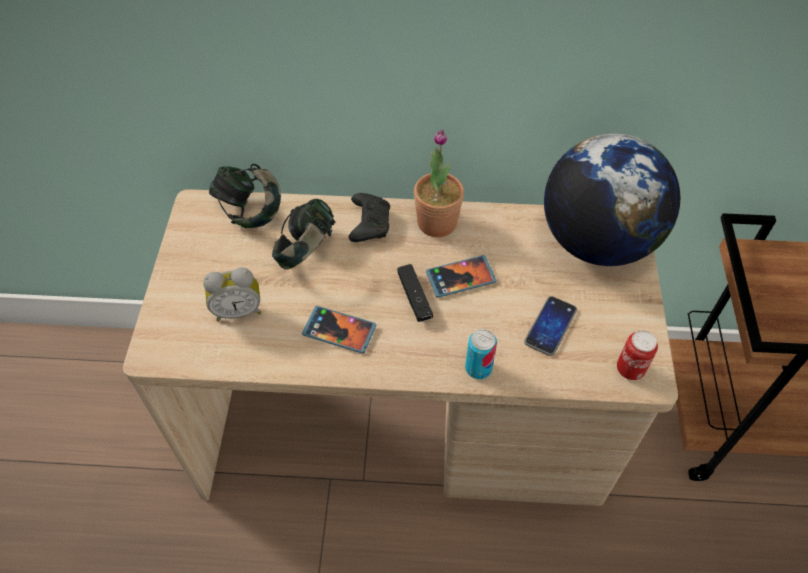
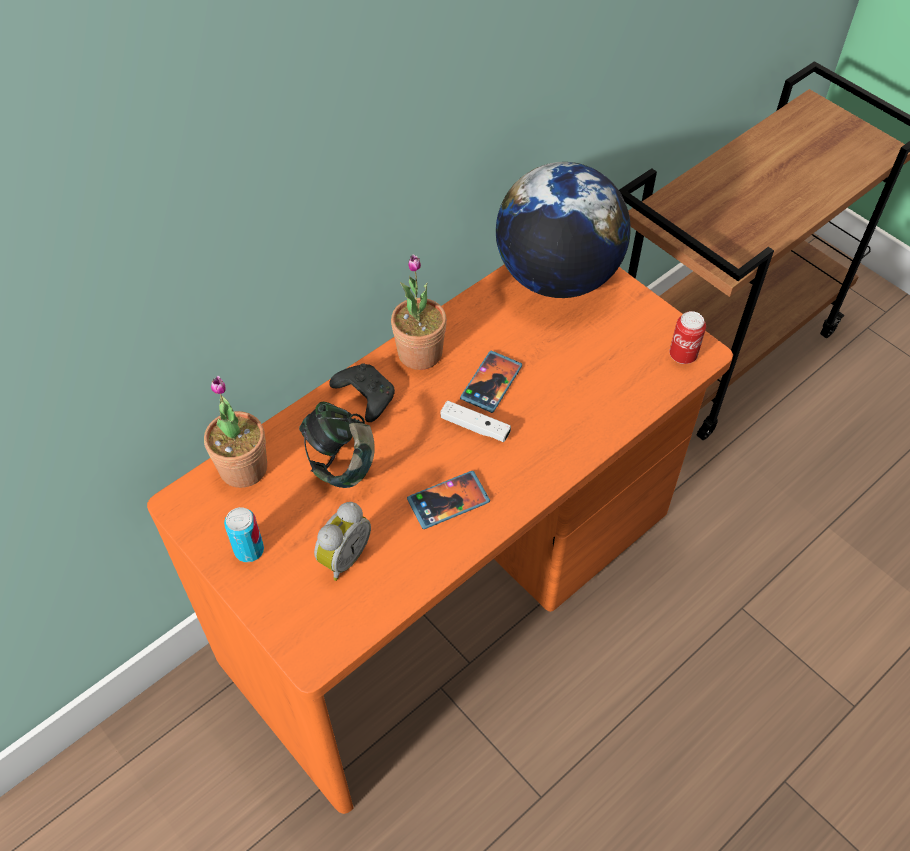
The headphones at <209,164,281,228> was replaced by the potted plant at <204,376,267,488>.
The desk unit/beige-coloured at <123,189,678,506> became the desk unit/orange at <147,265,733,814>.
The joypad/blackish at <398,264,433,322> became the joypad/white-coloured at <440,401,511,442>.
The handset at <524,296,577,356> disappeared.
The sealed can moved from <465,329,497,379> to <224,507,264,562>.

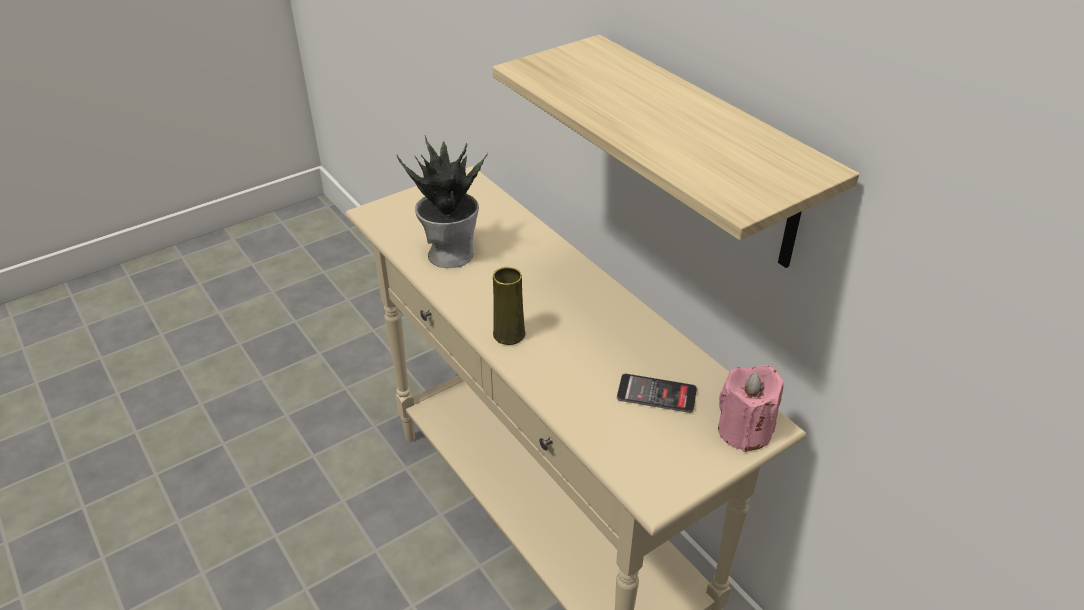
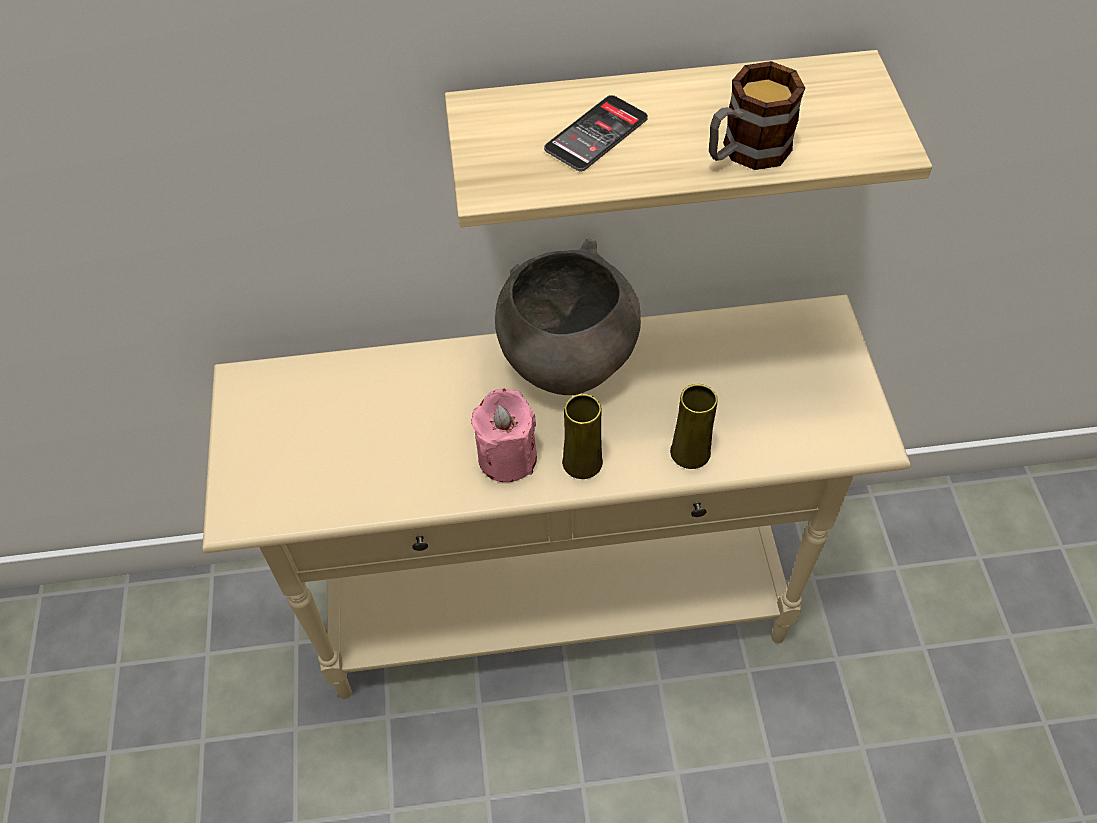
The potted plant at <396,136,488,268> disappeared.
The wax candle/pink-coloured moved from <718,365,783,452> to <471,388,537,482>.
The handset moved from <617,373,697,413> to <544,95,648,172>.
The mug at <709,61,805,170> appeared.
The serving bowl/grey at <495,237,641,395> appeared.
The flower vase/yellow at <670,384,717,469> appeared.

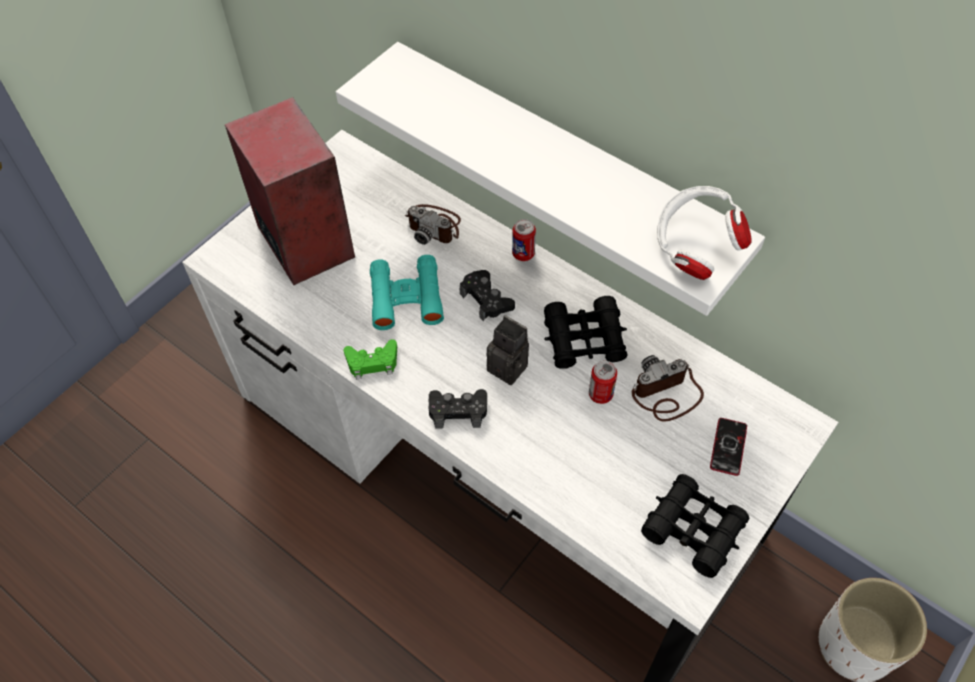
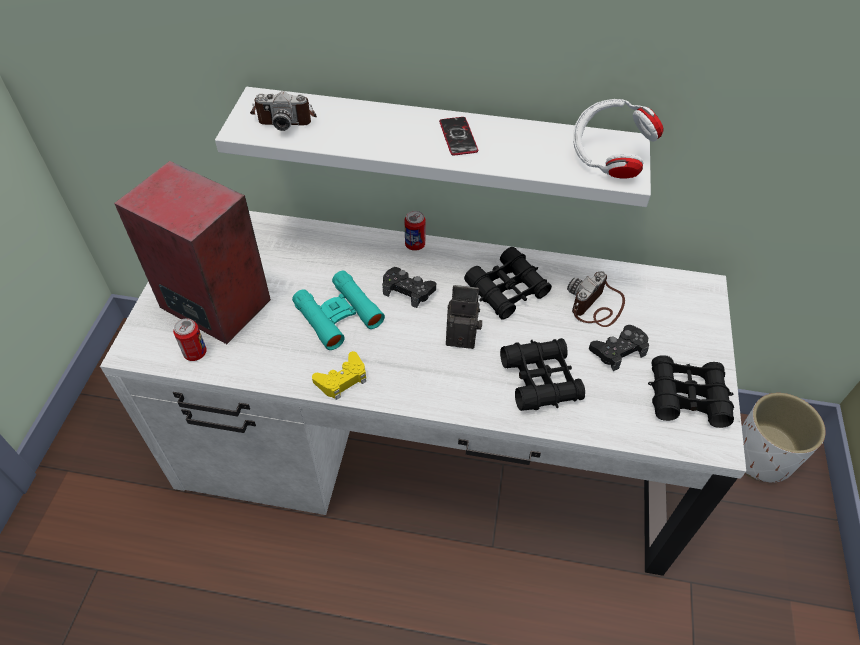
The still camera moved from <405,204,461,245> to <250,91,317,131>.
The joypad/greenish at <344,339,397,379> became the joypad/yellow at <312,351,366,400>.
The sealed can moved from <589,361,617,404> to <173,318,207,361>.
The joypad/blackish moved from <428,389,487,429> to <589,325,649,371>.
The handset moved from <710,418,747,476> to <439,117,478,156>.
The field glasses/blackish at <500,338,585,411> appeared.

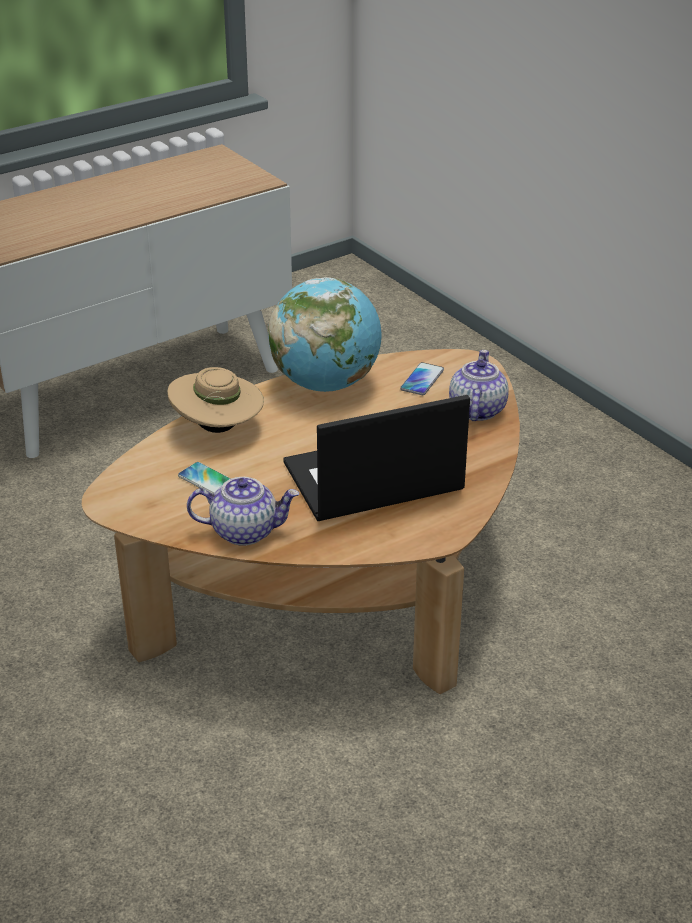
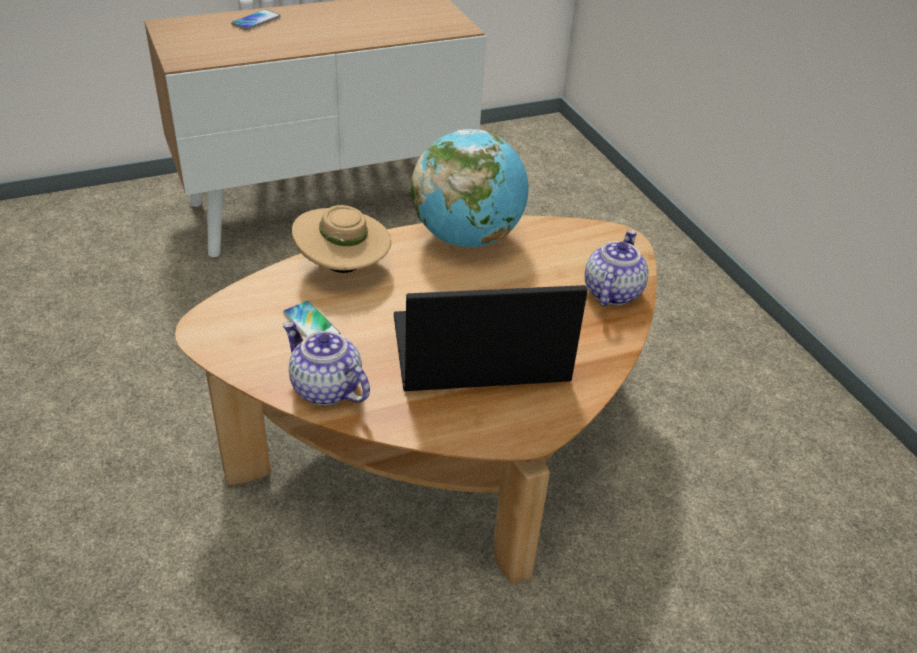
The handset moved from <400,362,444,395> to <231,9,280,30>.
The teapot at <187,477,299,546> turned 150 degrees counterclockwise.

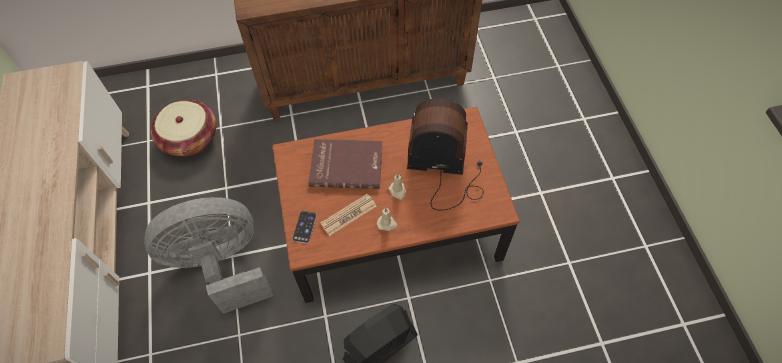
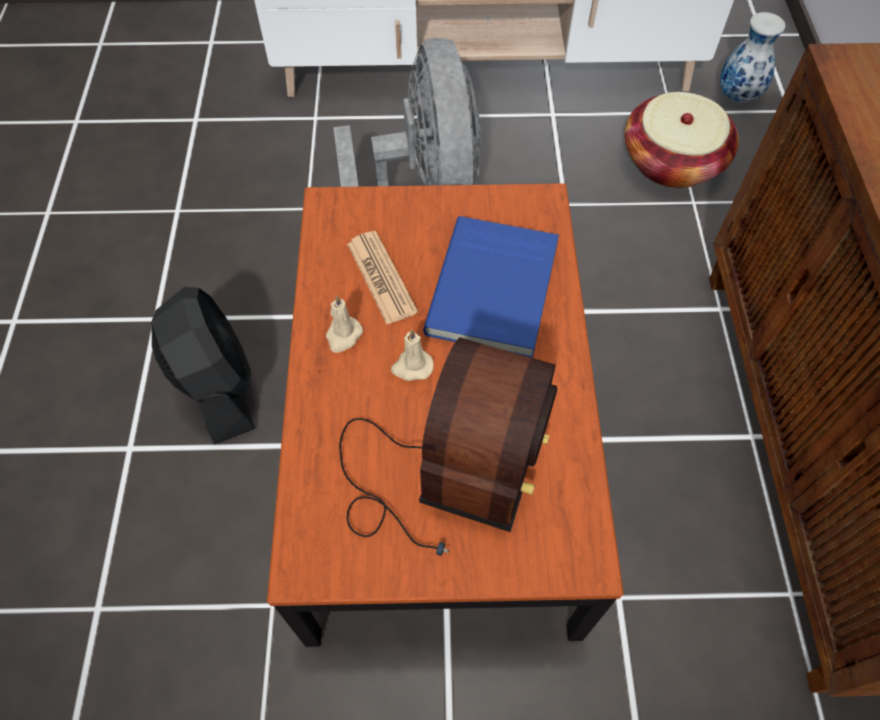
The bound book/reddish at <309,139,382,189> became the bound book/blue at <423,216,559,358>.
The handset at <293,211,317,244> disappeared.
The flower vase at <720,12,785,103> appeared.

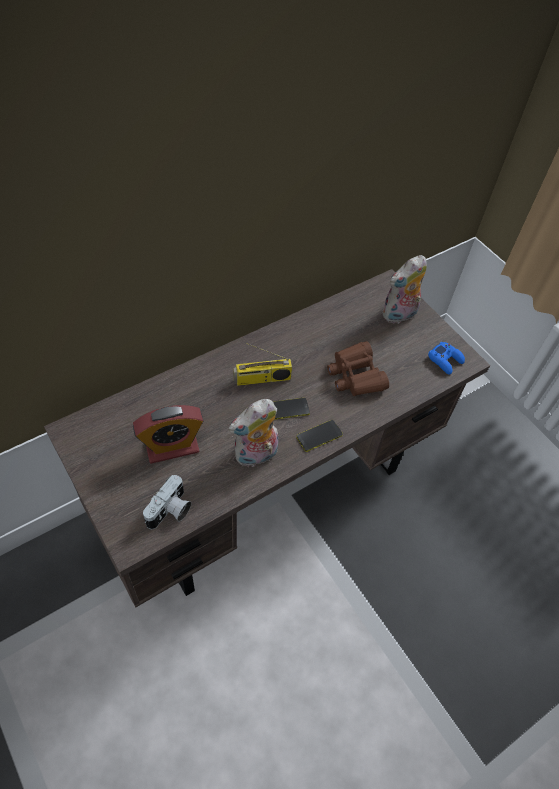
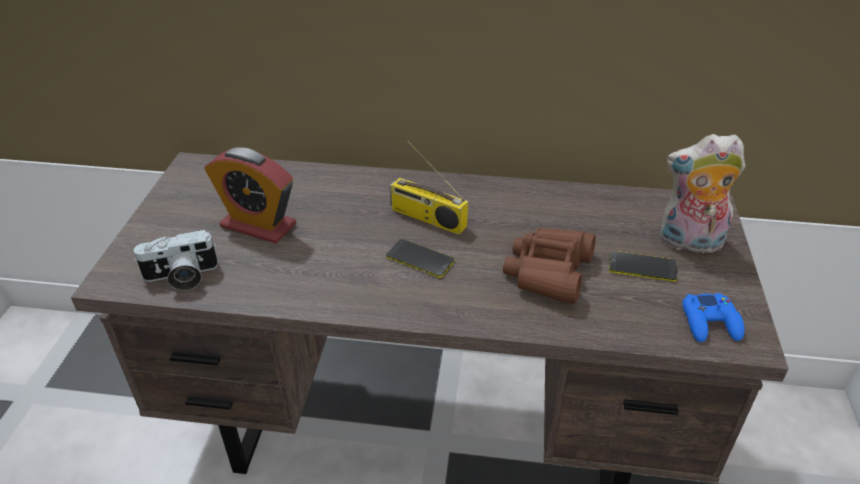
The cuddly toy at <228,399,278,468> disappeared.
The handset moved from <296,420,343,452> to <609,251,677,282>.

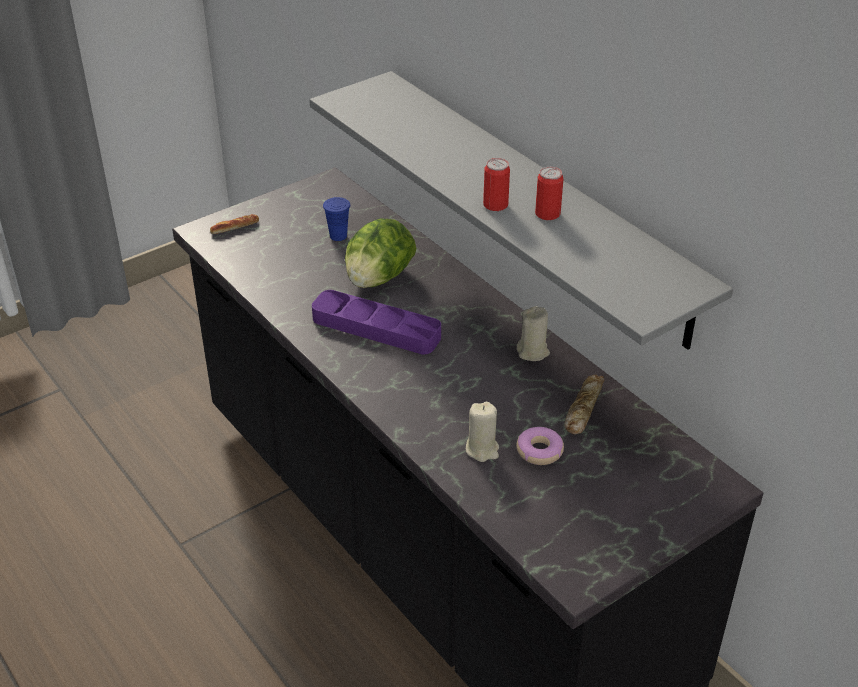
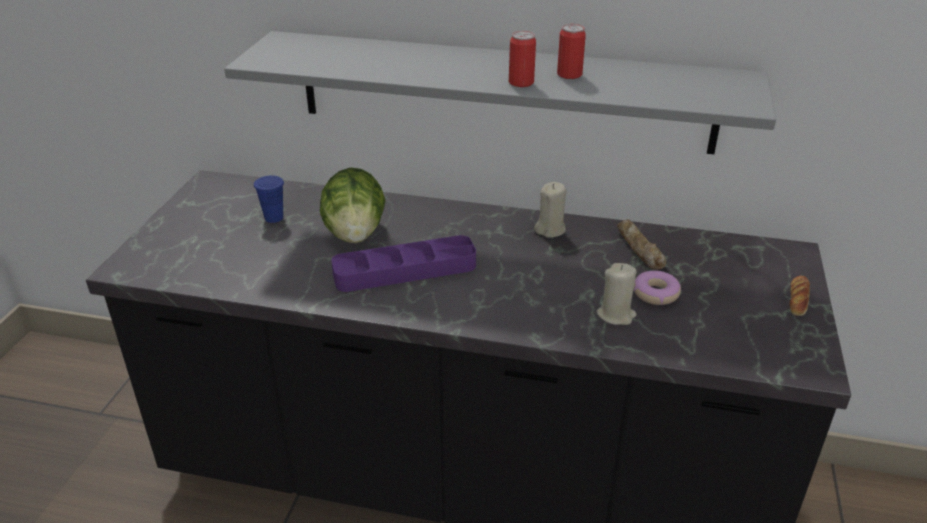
The baked bread moved from <210,214,259,234> to <790,276,810,316>.

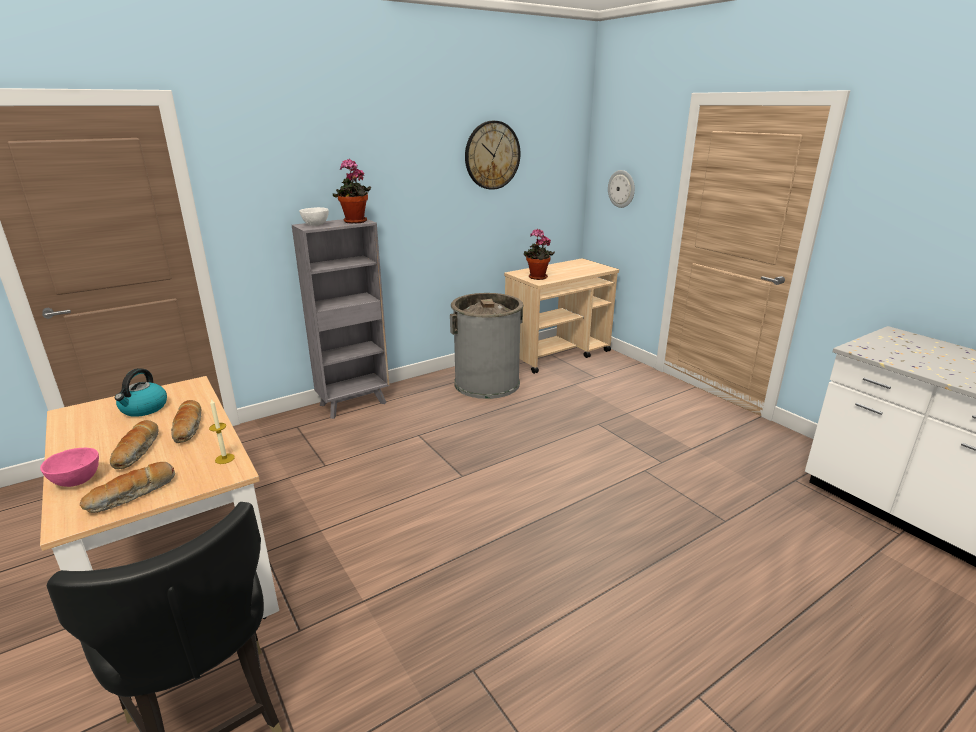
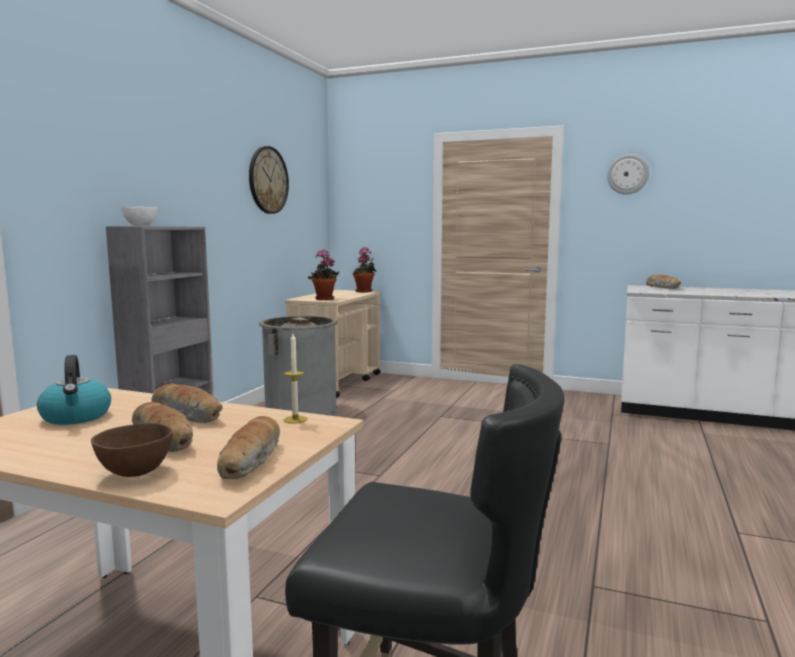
The potted plant moved from <333,159,371,224> to <353,247,376,292>.
The hanging clock moved from <608,170,635,208> to <607,154,649,195>.
The serving bowl/pink-coloured at <40,448,99,487> became the serving bowl/brown at <91,423,173,477>.
The baked bread at <646,275,681,289> appeared.

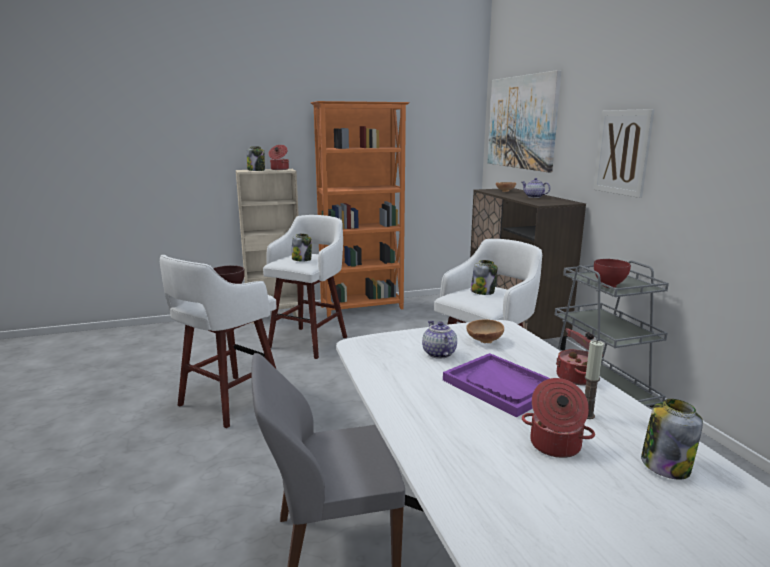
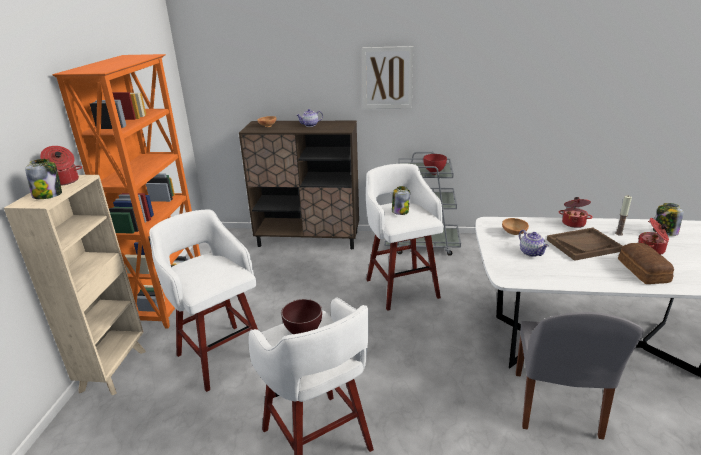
The wall picture at <487,70,561,172> disappeared.
The preserve jar at <292,234,312,261> disappeared.
The teapot at <422,320,457,359> turned 120 degrees counterclockwise.
The serving tray/purplish at <443,353,551,417> became the serving tray/brown at <547,228,622,261>.
The baked bread at <618,243,674,284> appeared.

